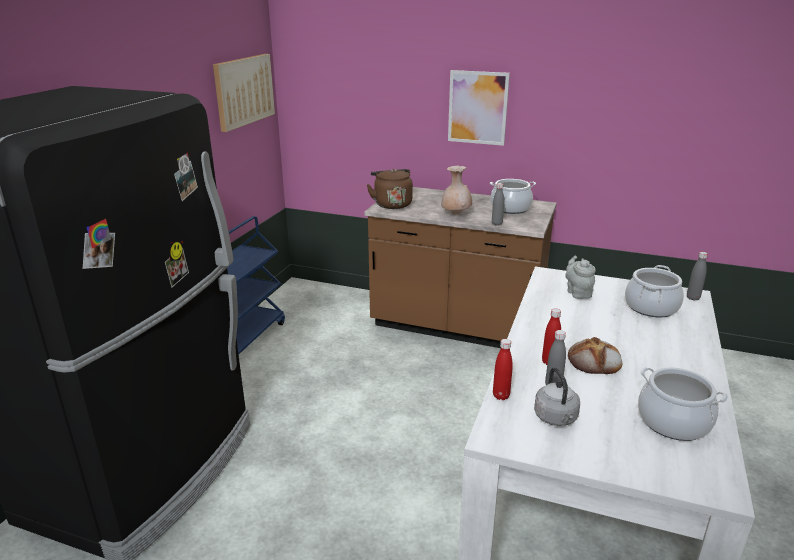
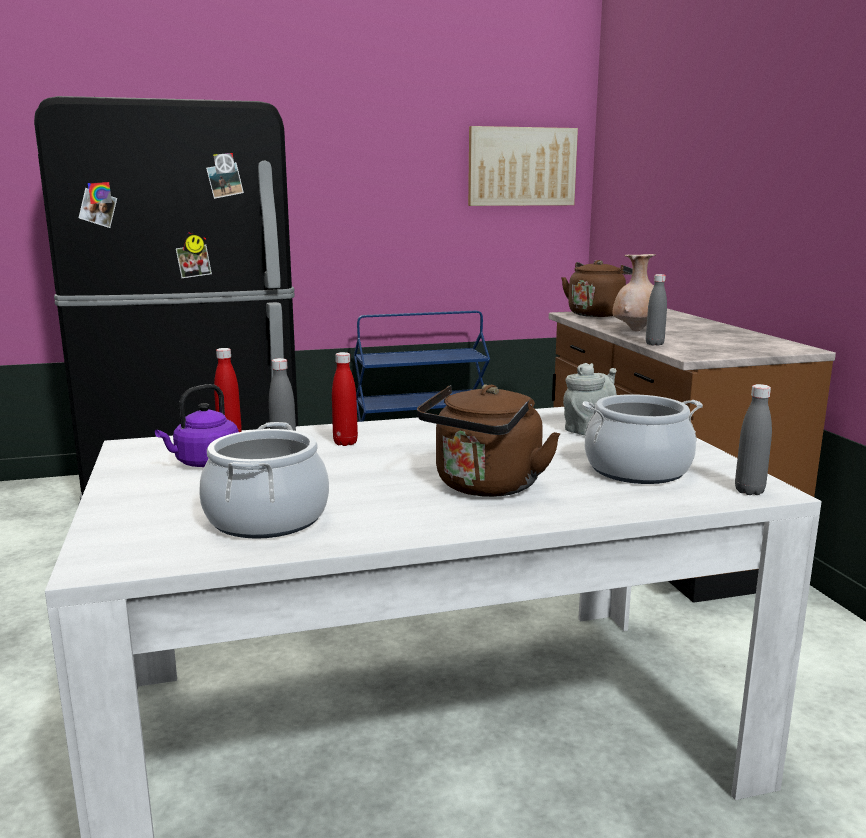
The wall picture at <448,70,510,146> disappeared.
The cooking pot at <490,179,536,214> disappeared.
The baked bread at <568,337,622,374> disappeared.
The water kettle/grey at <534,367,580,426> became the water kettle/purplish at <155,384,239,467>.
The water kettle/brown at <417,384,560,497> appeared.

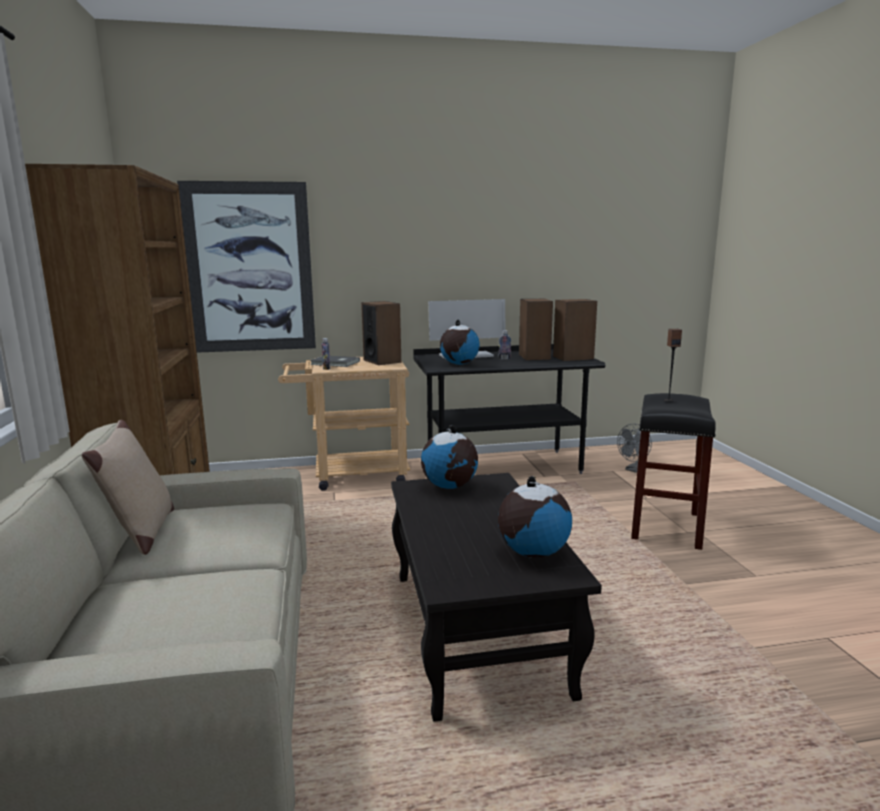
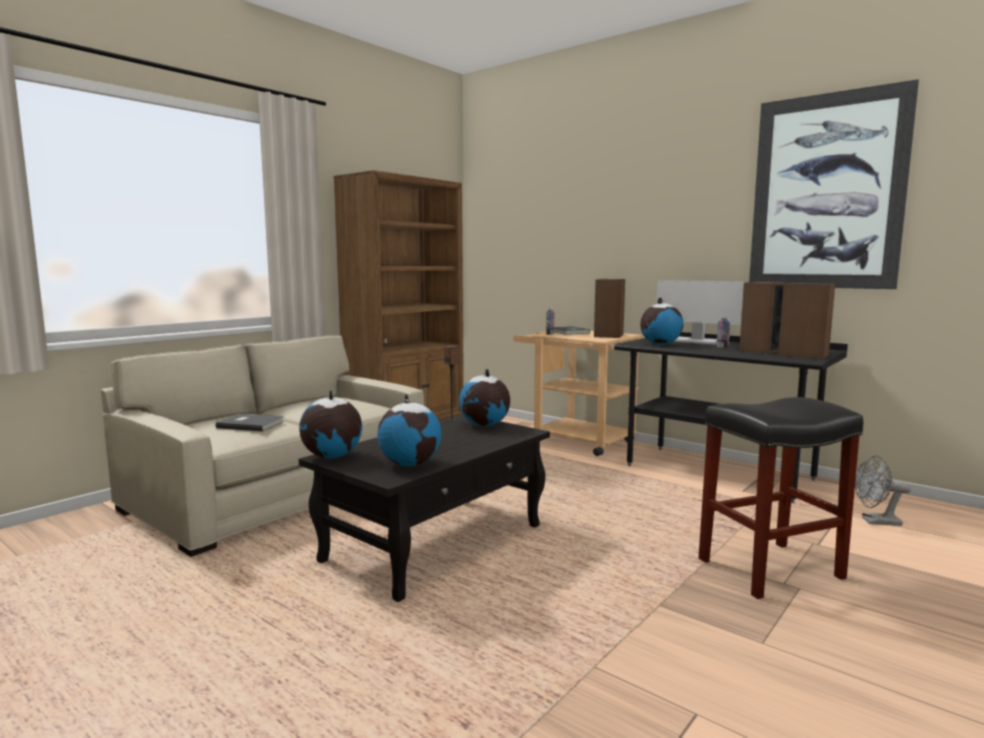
The wall picture moved from <177,181,316,353> to <749,79,919,289>.
The audio speaker moved from <664,329,682,402> to <444,346,459,422>.
The cushion/beige-coloured at <82,420,174,555> disappeared.
The world globe at <299,390,362,459> appeared.
The bound book/grey at <216,414,284,432> appeared.

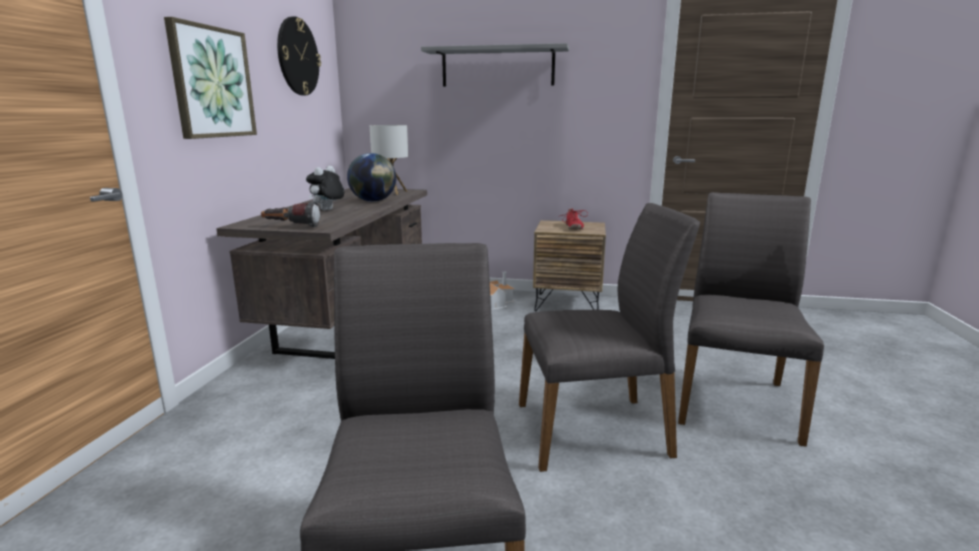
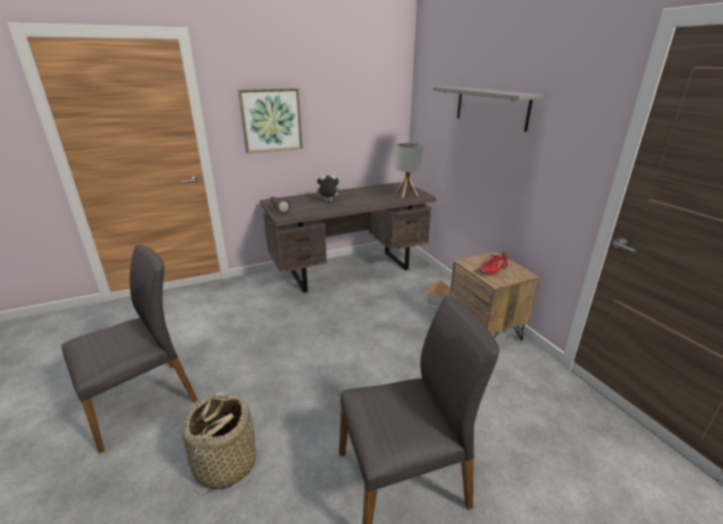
The hanging clock at <277,16,321,95> disappeared.
The world globe at <347,153,396,202> disappeared.
The plain chair/grey at <519,203,700,472> disappeared.
The household basket at <183,392,256,495> appeared.

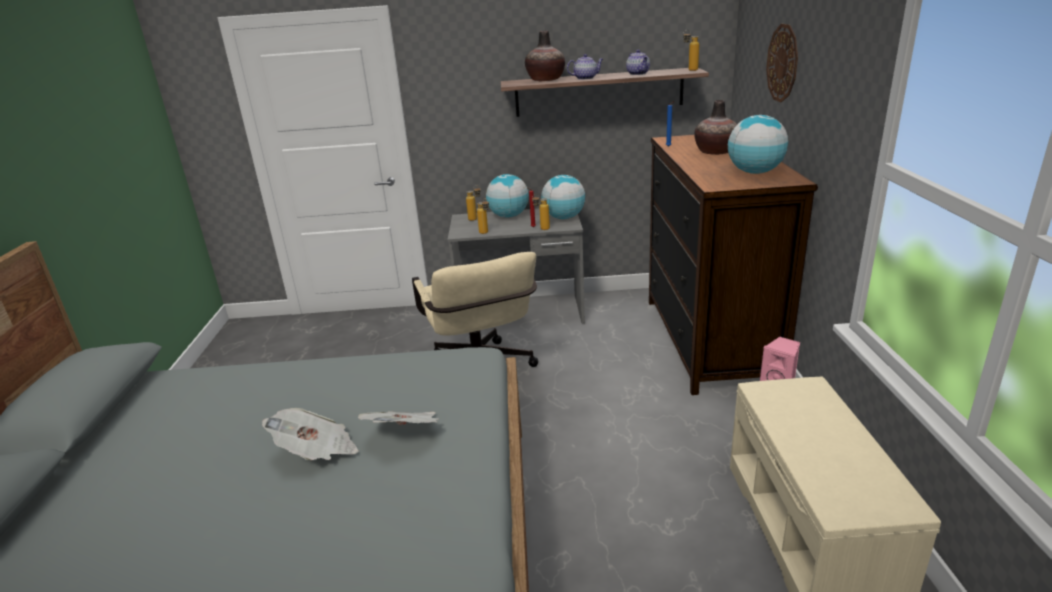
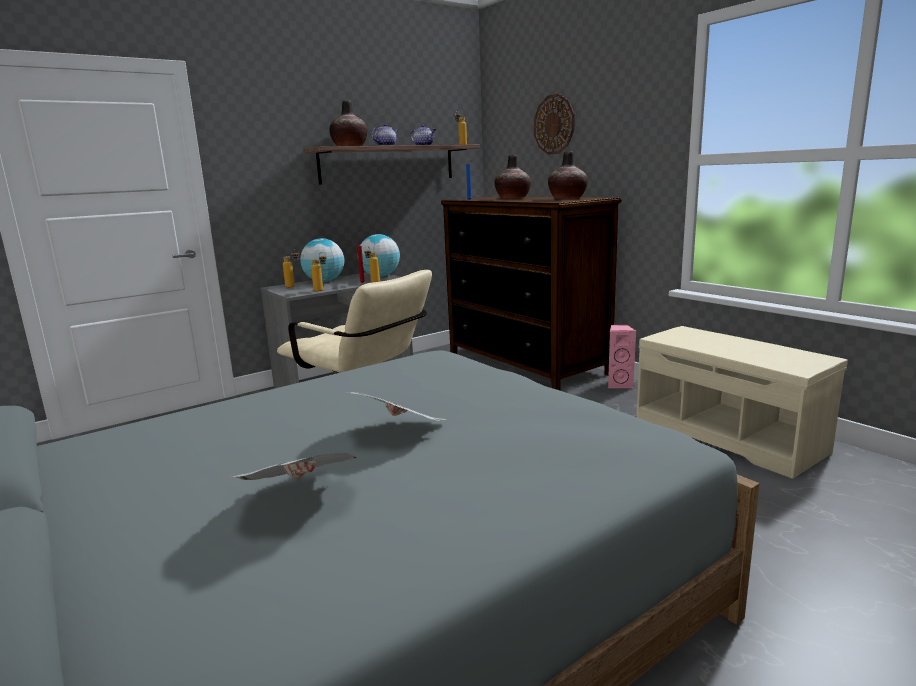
The world globe at <728,115,788,174> was replaced by the flower vase at <548,152,588,199>.
The daily paper moved from <358,411,439,425> to <233,453,357,480>.

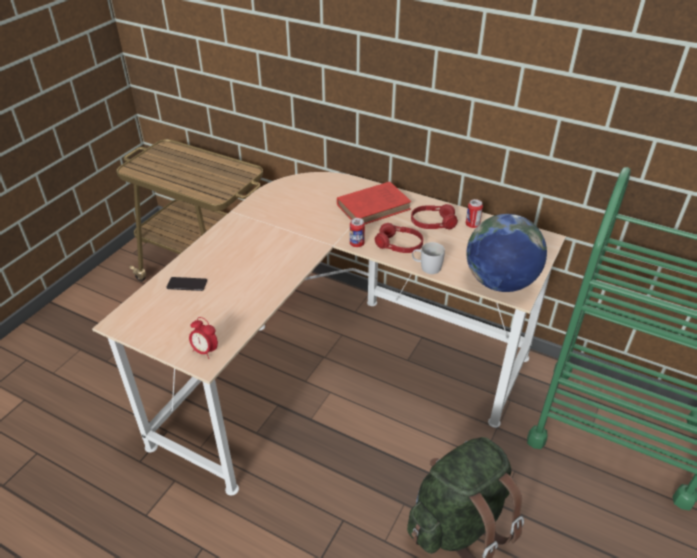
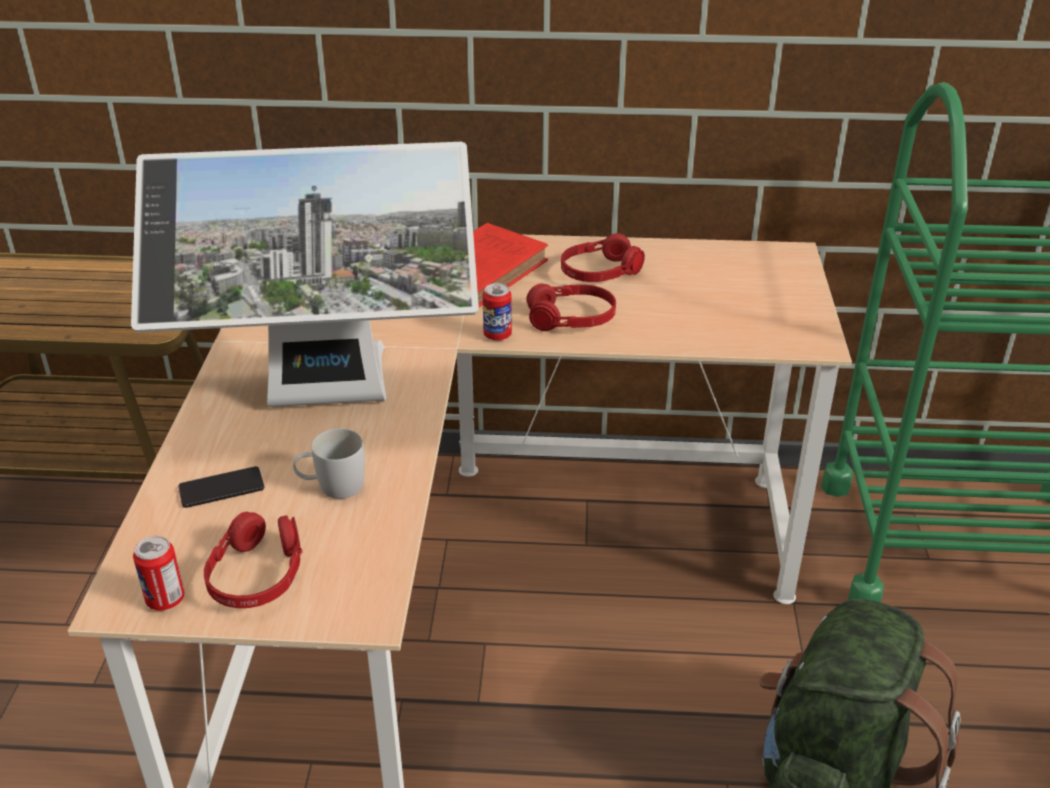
The sealed can moved from <466,199,483,228> to <133,536,185,610>.
The world globe at <466,214,547,292> disappeared.
The mug/white-coloured moved from <412,242,445,274> to <293,429,365,499>.
The bedside clock at <189,317,218,359> disappeared.
The computer screen at <131,142,479,407> appeared.
The headphones/reddish at <204,512,303,608> appeared.

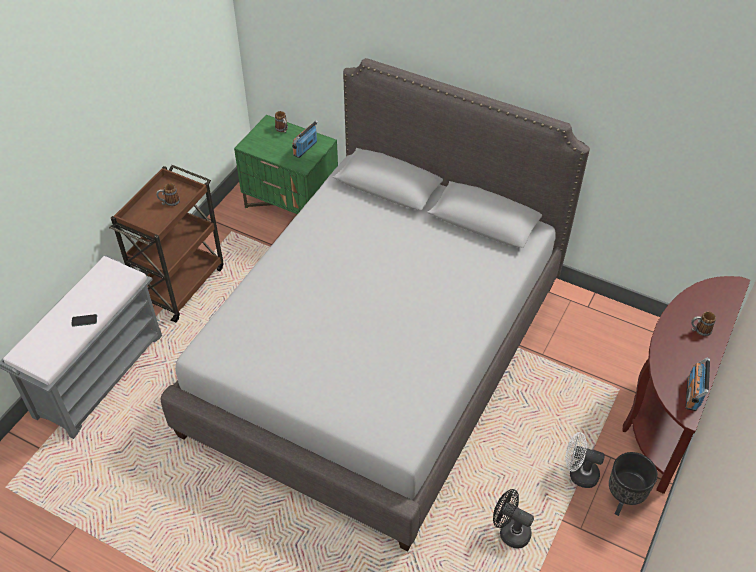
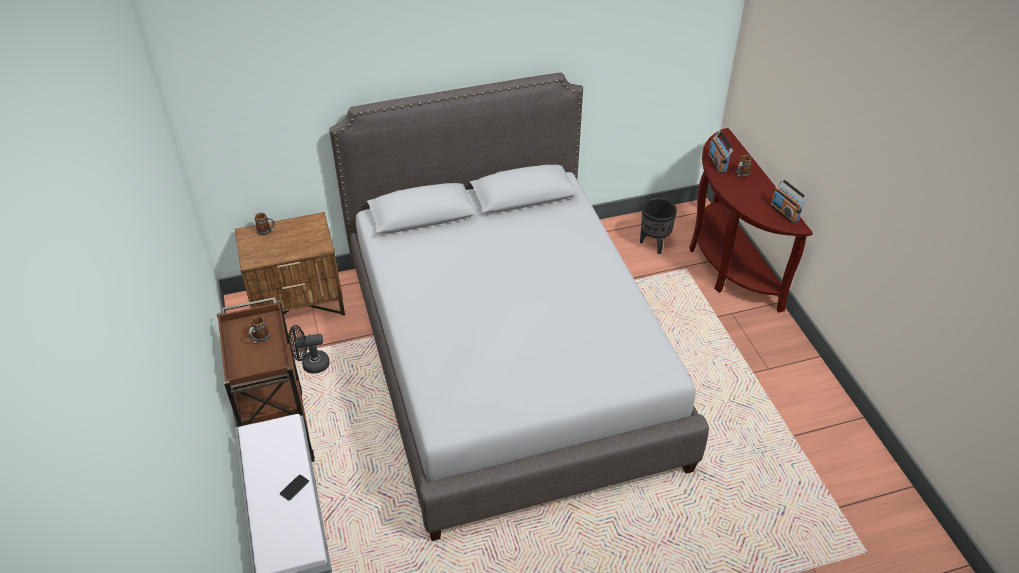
The bedside table/greenish at <234,115,338,214> became the bedside table/brown at <235,212,345,316>.
The radio set moved from <292,120,318,158> to <708,130,733,173>.
The fan/white-coloured at <566,432,605,488> disappeared.
The plant pot/blackish moved from <609,452,658,516> to <640,198,677,254>.
The fan/blackish moved from <493,489,534,548> to <288,325,330,374>.

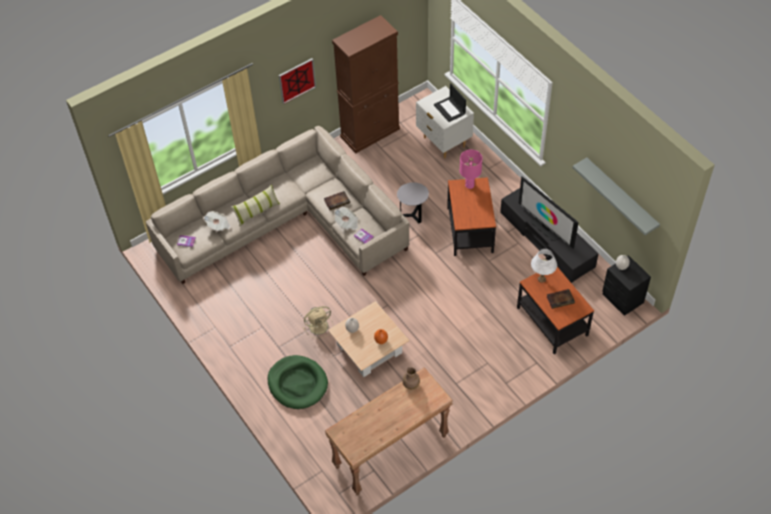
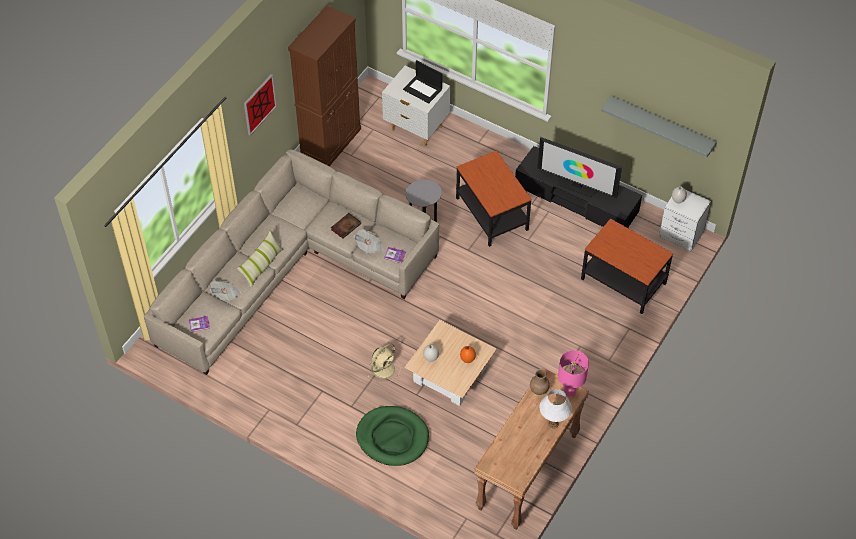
The table lamp/pink-coloured moved from <460,149,482,189> to <558,350,589,397>.
The table lamp/white-coloured moved from <531,249,557,283> to <539,389,572,429>.
The bedside table/blackish at <602,255,651,316> became the bedside table/white-coloured at <659,186,711,251>.
The bound book at <546,289,575,309> disappeared.

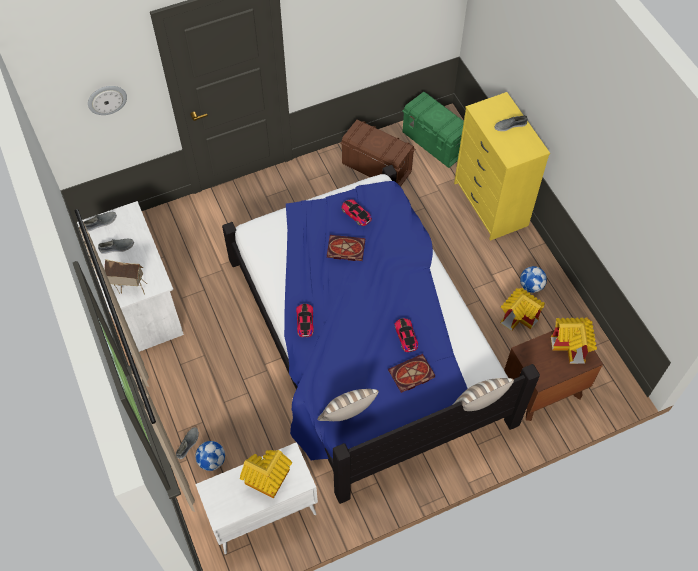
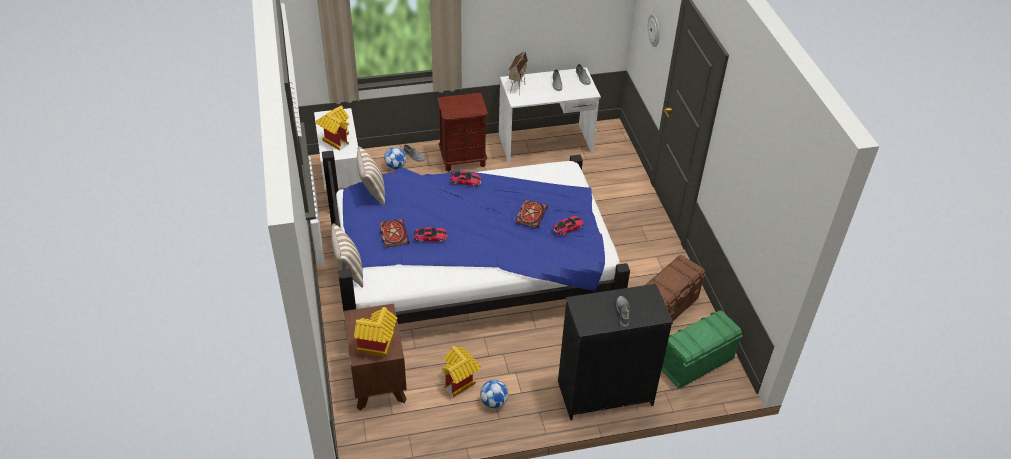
The drawer chest/yellow at <454,92,550,241> became the drawer chest/blackish at <558,284,673,420>.
The bedside table/brown at <438,93,488,172> appeared.

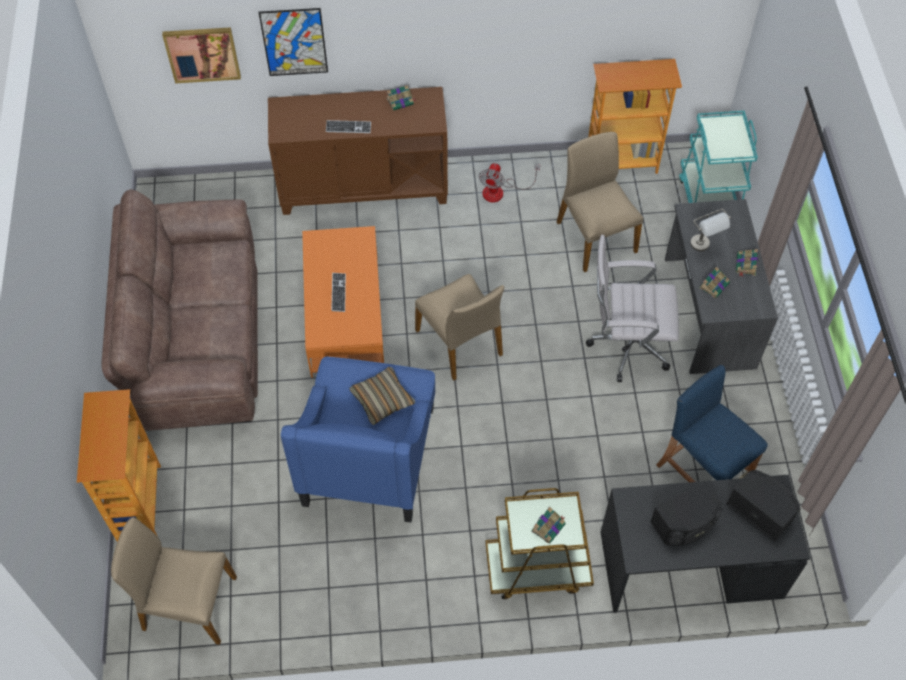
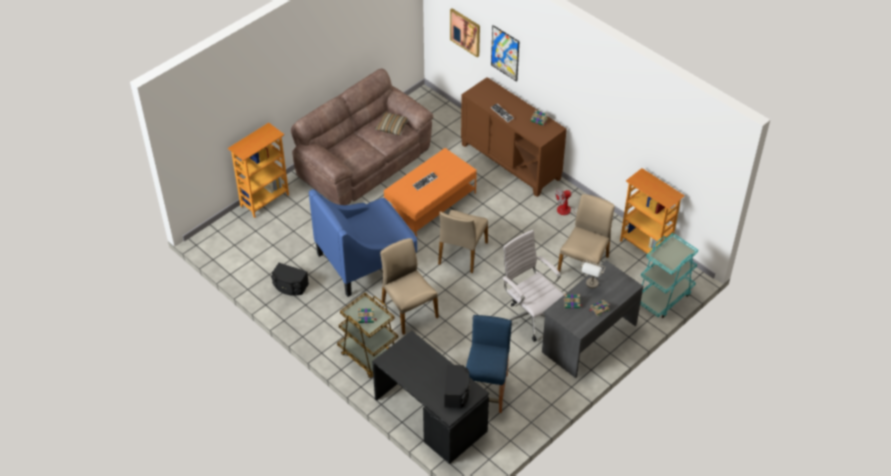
The cushion moved from <349,367,415,425> to <375,112,408,136>.
The audio speaker/blackish moved from <650,482,723,546> to <271,263,309,296>.
The plain chair/beige-coloured moved from <111,517,237,645> to <380,238,439,335>.

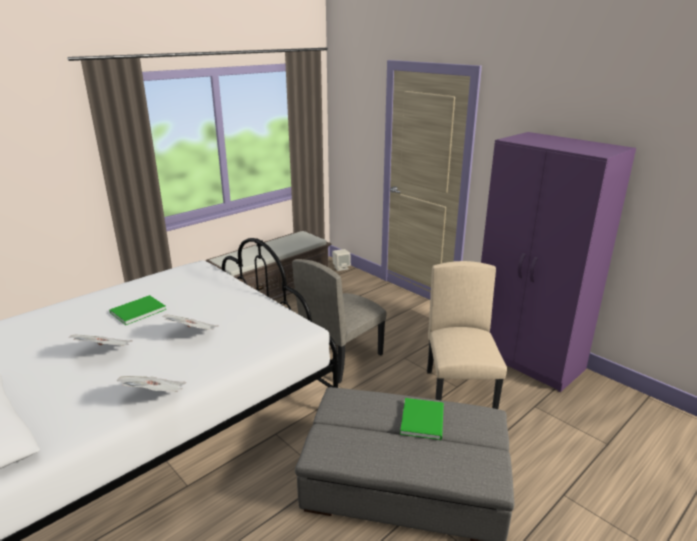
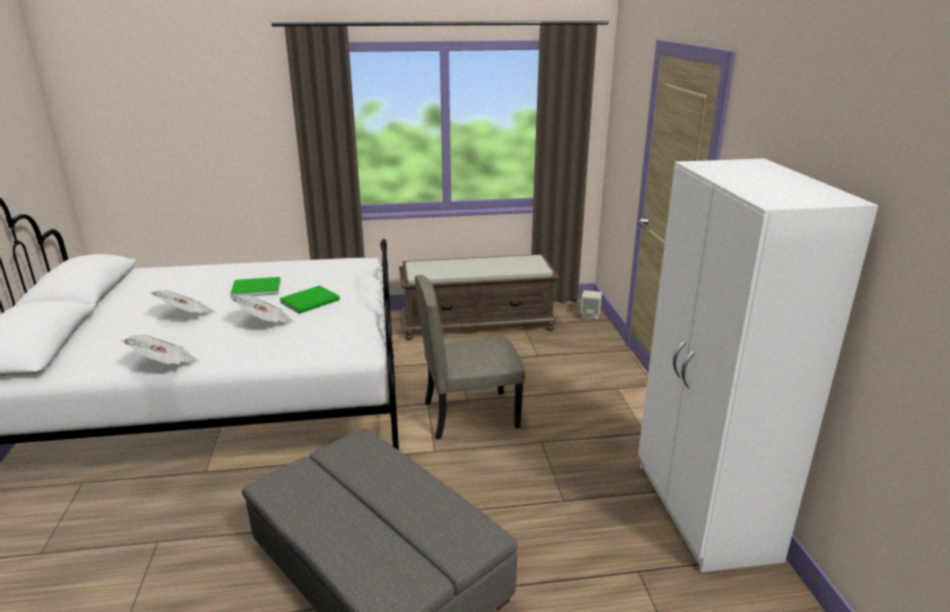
The armoire/purplish at <481,132,636,392> became the armoire/white-coloured at <638,159,878,572>.
The plain chair/beige-coloured at <427,261,507,409> disappeared.
The bound book/greenish moved from <400,398,444,440> to <279,285,340,314>.

